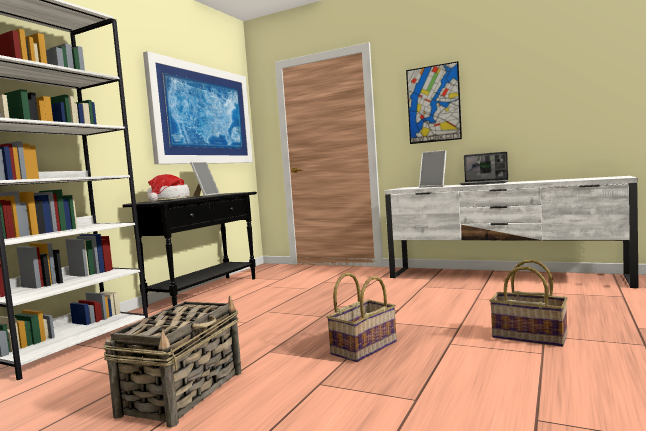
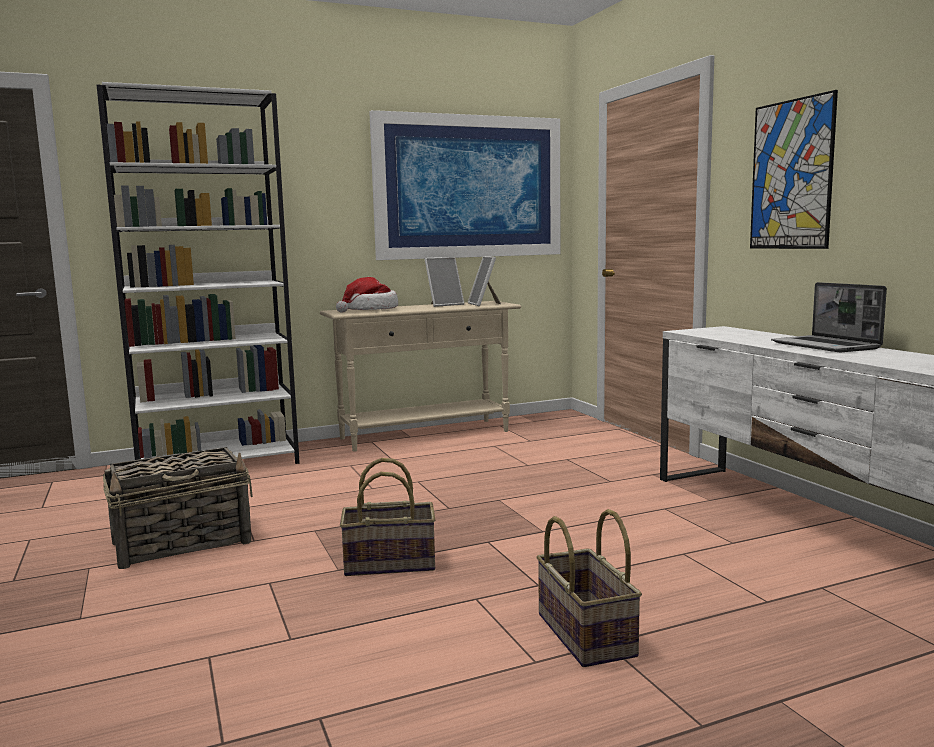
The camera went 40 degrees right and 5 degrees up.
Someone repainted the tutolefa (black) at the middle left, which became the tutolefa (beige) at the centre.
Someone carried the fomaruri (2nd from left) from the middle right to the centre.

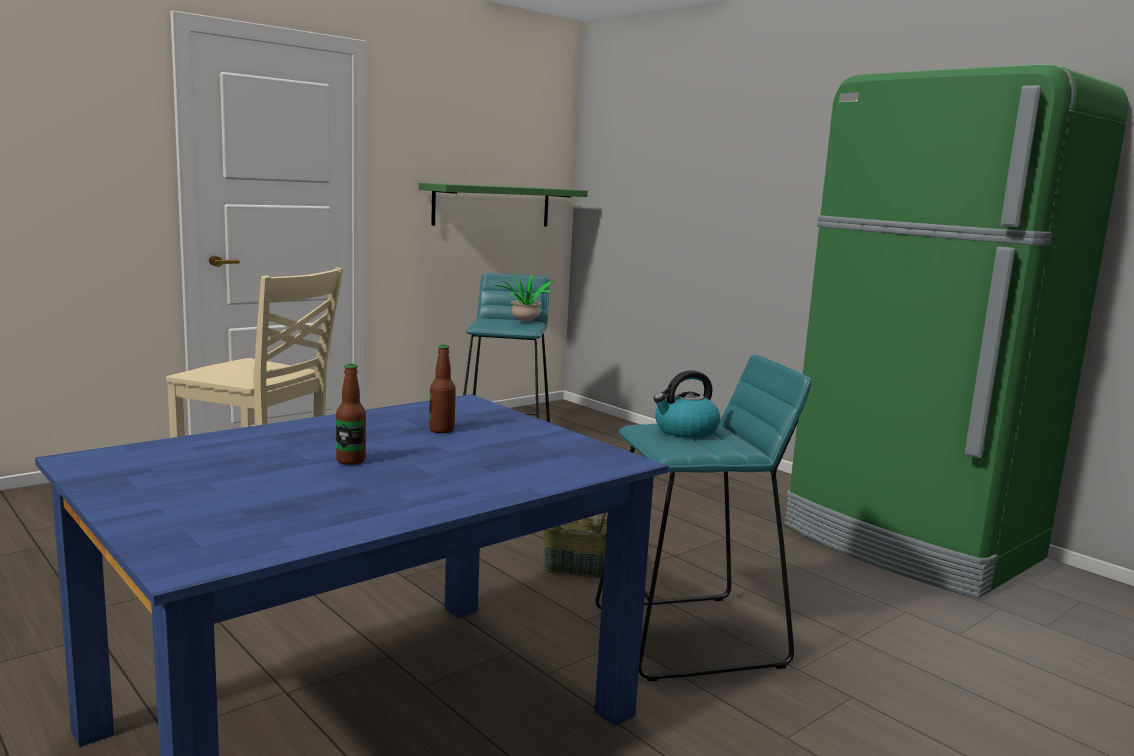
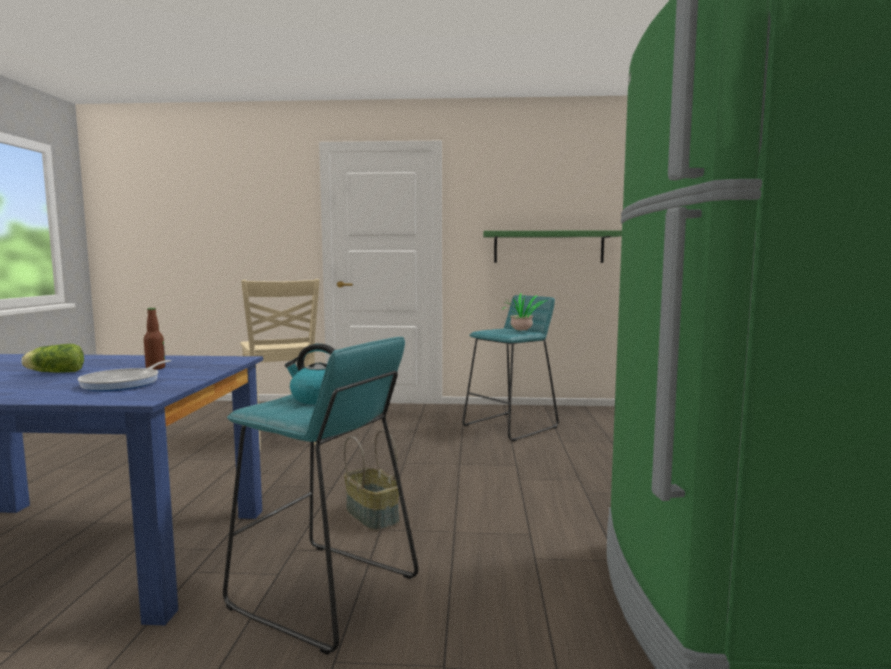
The camera went 45 degrees right and 5 degrees down.
Someone swapped the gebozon (1st from left) at the middle left for the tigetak at the middle left.
Someone put down the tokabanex at the middle left.

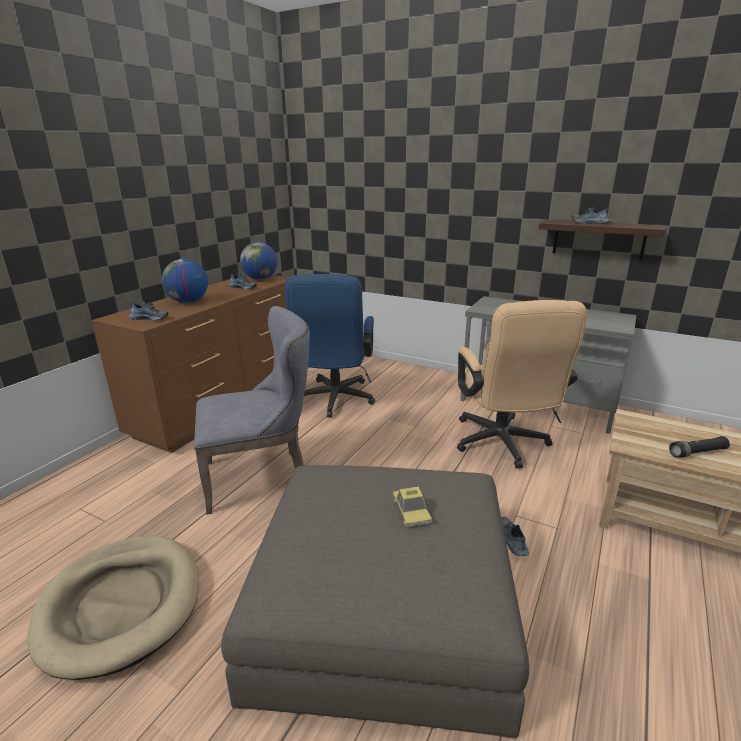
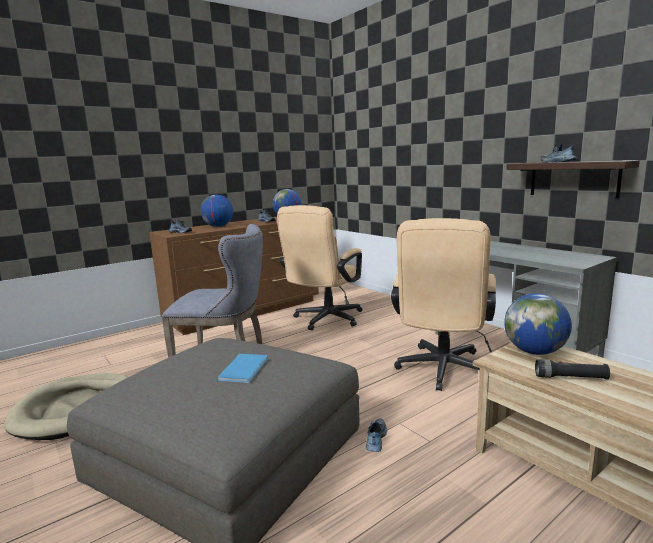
The camera went 25 degrees right and 10 degrees down.
Someone swapped the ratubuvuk at the bottom centre for the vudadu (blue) at the bottom centre.
Someone repainted the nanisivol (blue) at the centre, which became the nanisivol (beige) (1st from left) at the centre.
Someone put down the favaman (3rd from left) at the middle right.

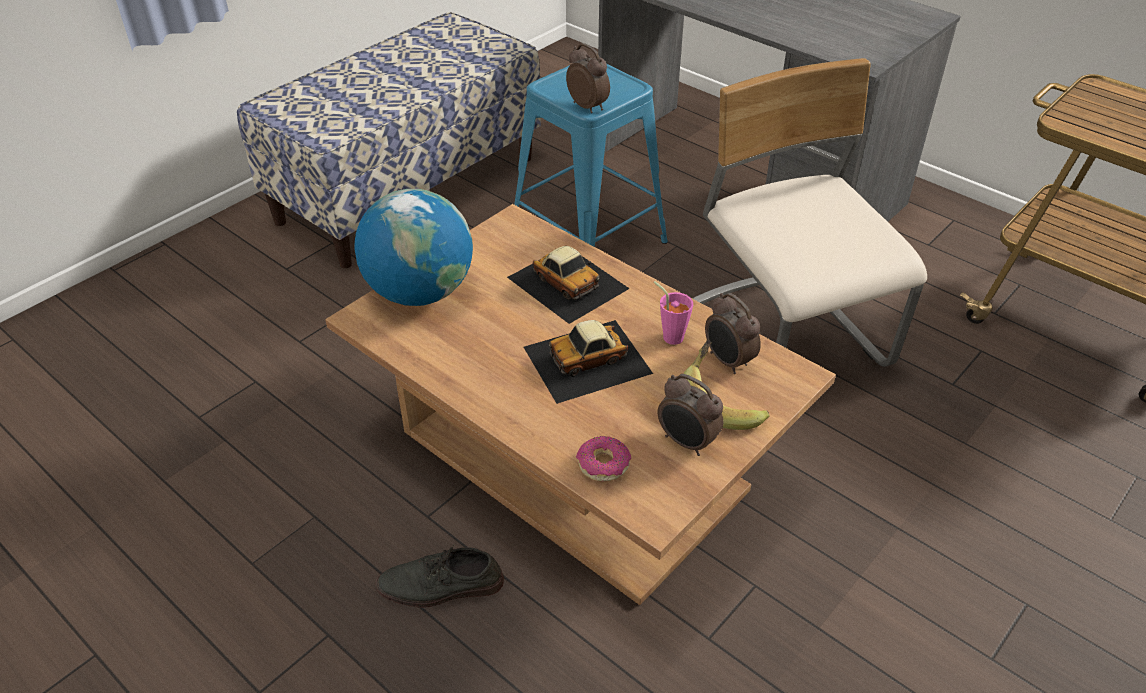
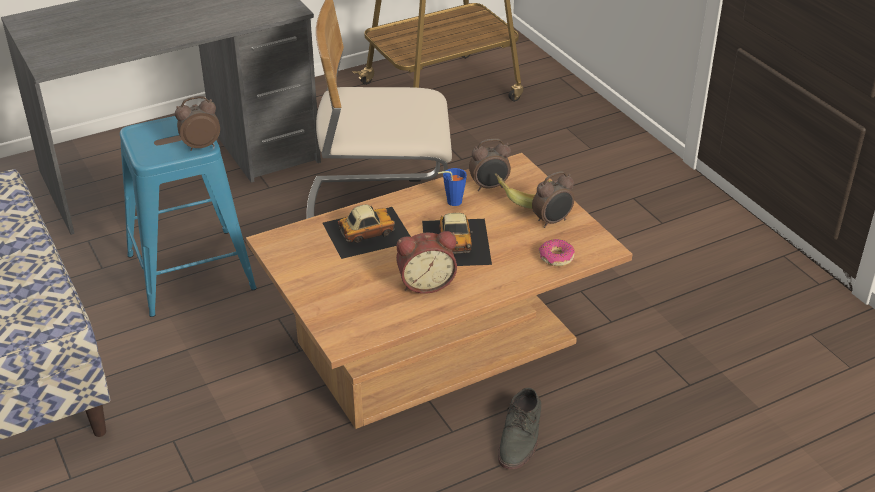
The camera went 70 degrees left and 5 degrees down.
Someone put down the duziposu (2nd from left) at the centre.
Someone repainted the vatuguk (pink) at the centre, which became the vatuguk (blue) at the centre.
Someone took away the favaman at the centre.

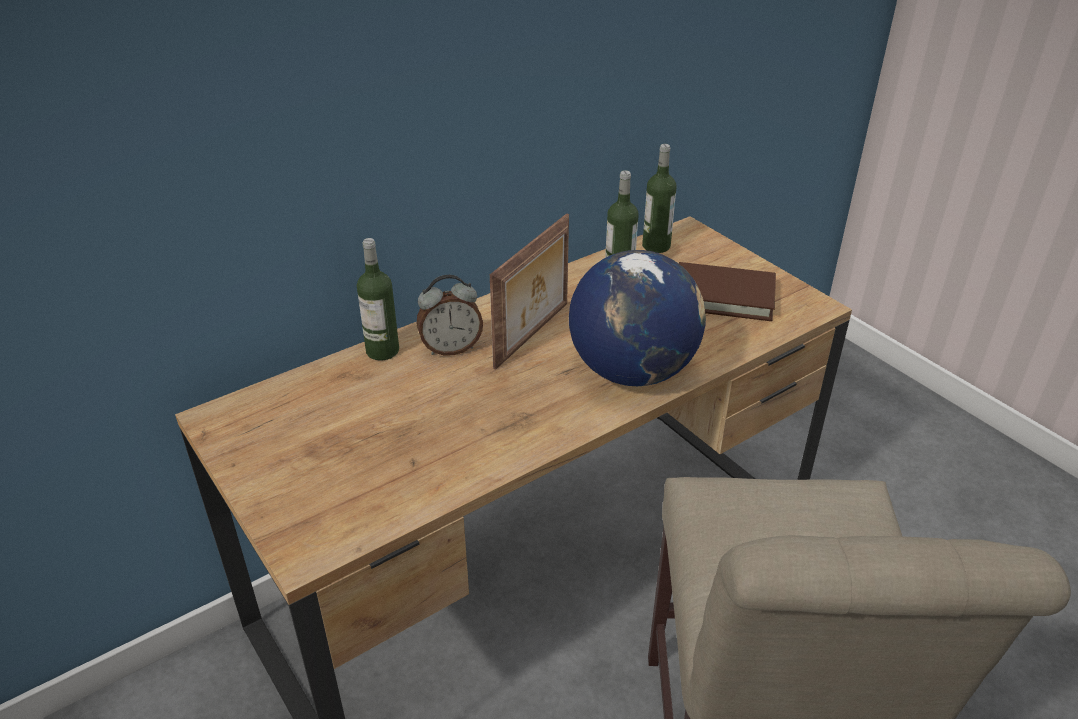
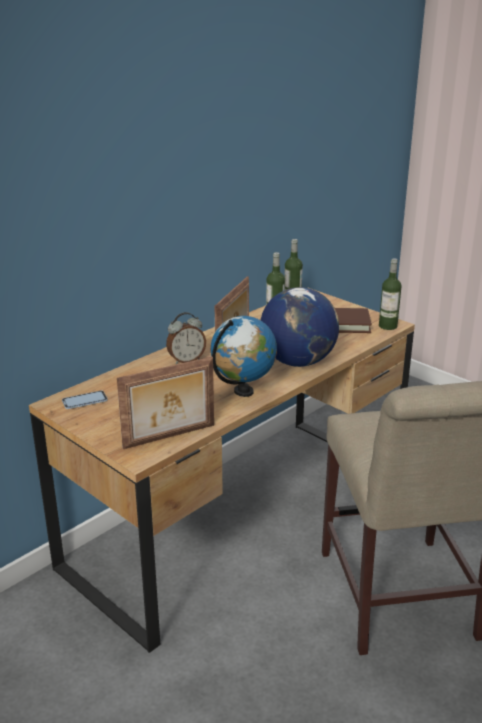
The camera went 10 degrees left and 10 degrees down.
Someone put down the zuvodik at the middle left.
Someone put down the fomaruri (1st from left) at the centre.
Someone put down the favaman (1st from left) at the centre.
Someone carried the gebozon (1st from left in the first image) from the centre to the middle right.

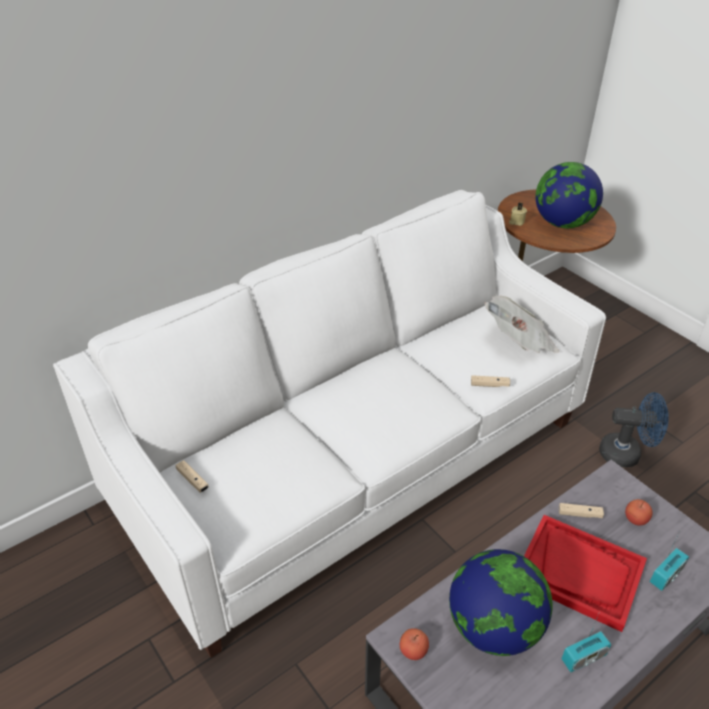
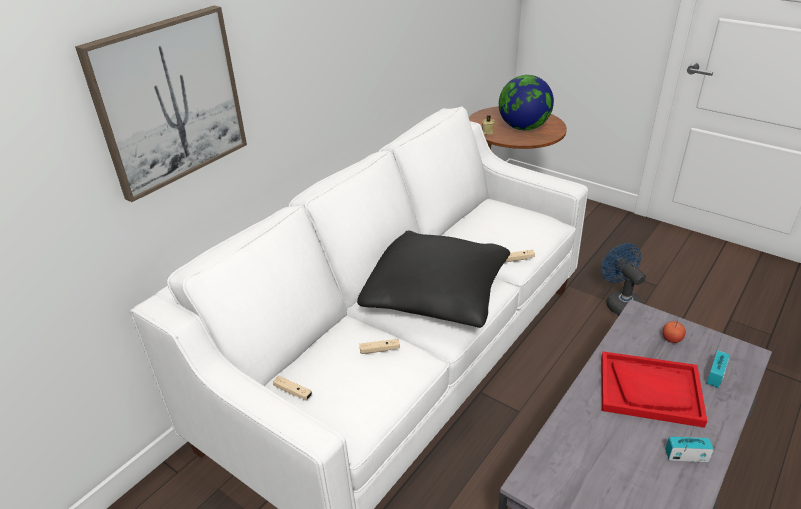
The camera went 15 degrees left and 5 degrees down.
Someone put up the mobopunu at the top left.
Someone put down the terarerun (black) at the centre.
Someone carried the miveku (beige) (3rd from left in the first image) from the bottom right to the bottom centre.
Someone rotated the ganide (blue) at the middle right by 105 degrees counterclockwise.
Someone rotated the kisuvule (1st from left) at the bottom right by 135 degrees counterclockwise.
Someone took away the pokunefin (1st from left) at the bottom centre.
Someone took away the favaman (1st from left) at the bottom right.
Someone took away the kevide at the middle right.

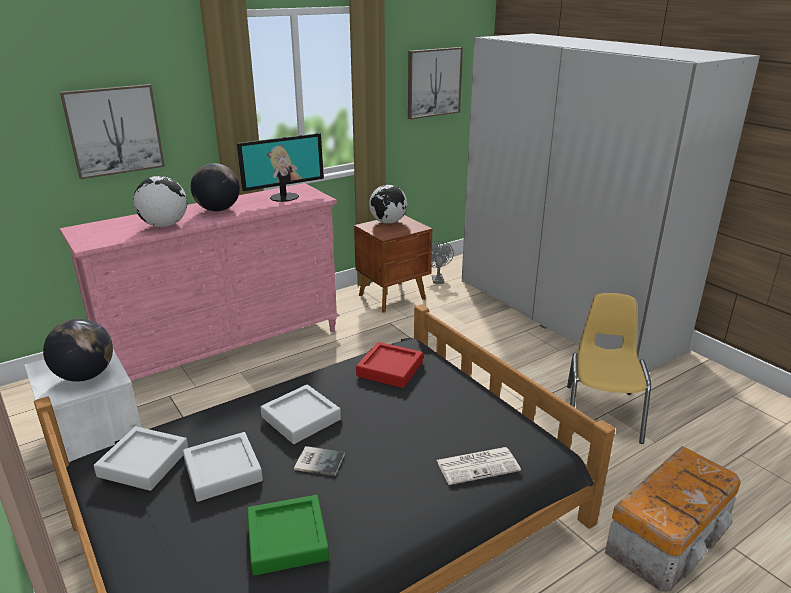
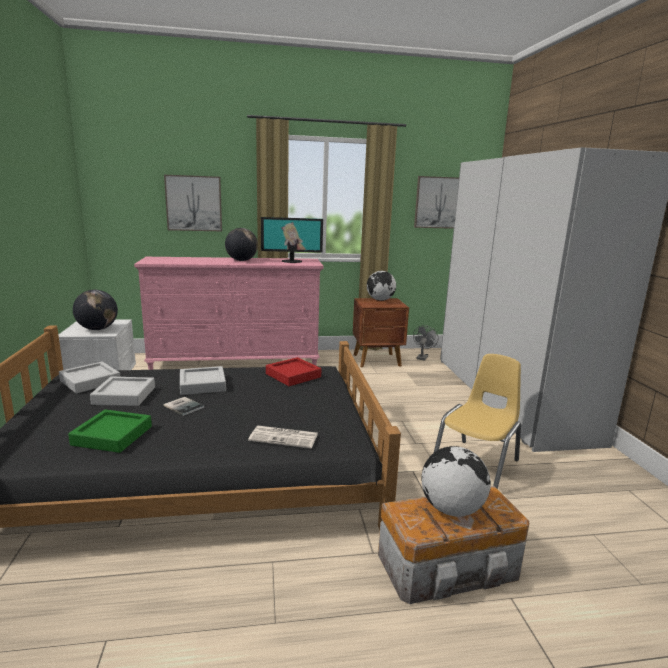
The camera went 25 degrees right and 10 degrees down.
Someone carried the favaman (2nd from left in the first image) from the middle left to the bottom right.

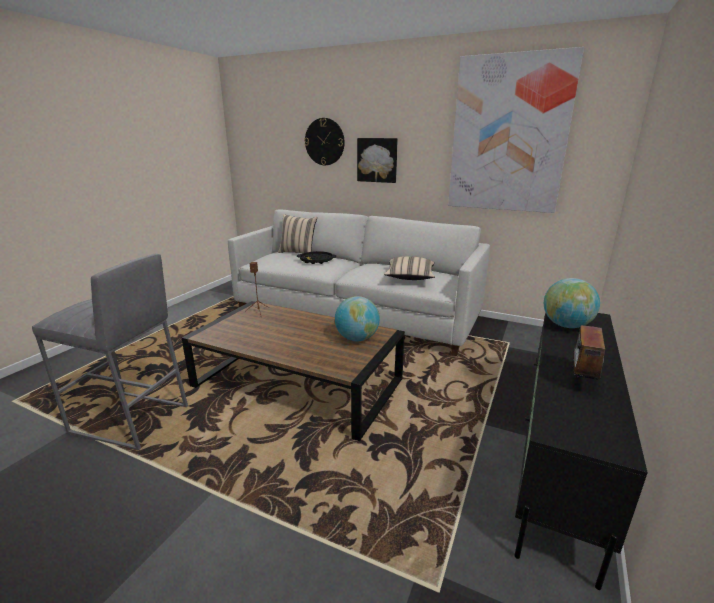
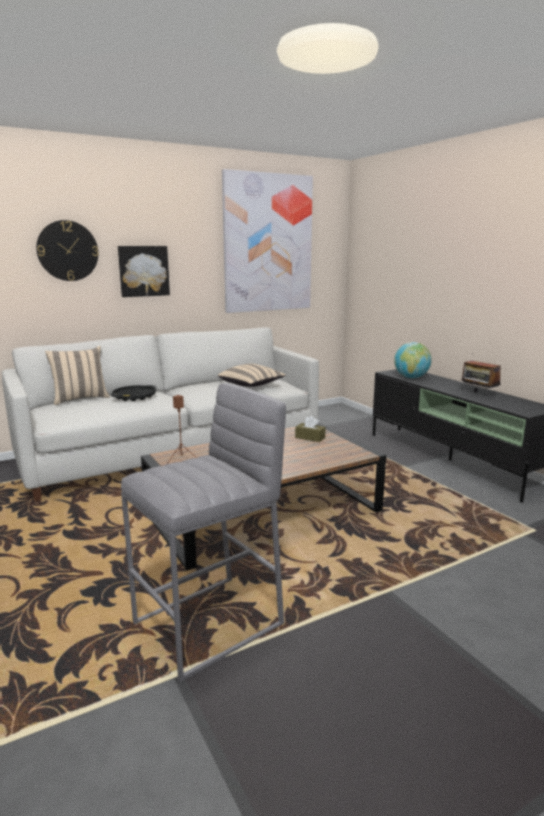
The camera went 55 degrees left and 5 degrees down.
Someone swapped the favaman (1st from left) at the centre for the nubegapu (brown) at the centre.

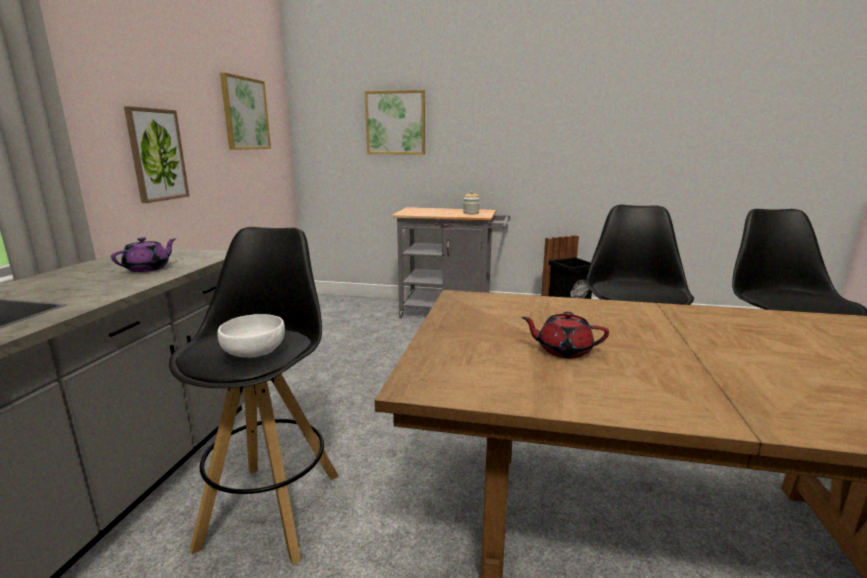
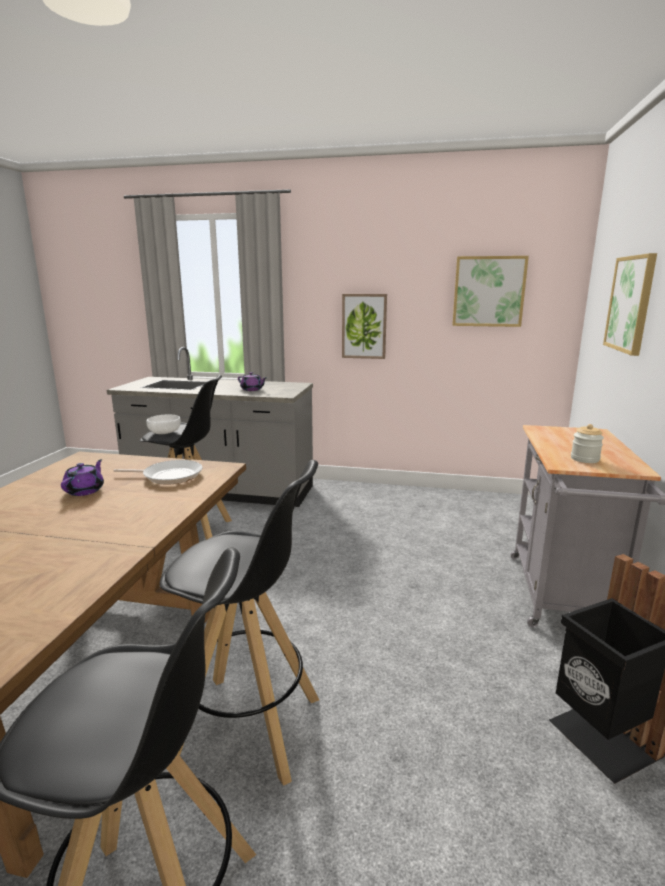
The camera went 90 degrees right and 0 degrees up.
Someone repainted the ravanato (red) at the centre, which became the ravanato (purple) (1st from left) at the middle left.
Someone put down the tokabanex at the middle left.

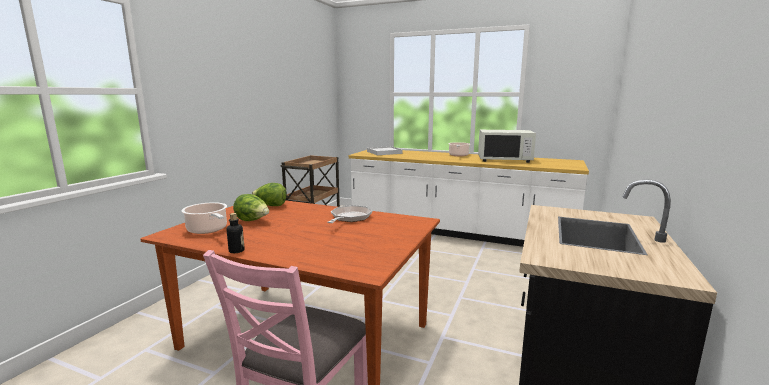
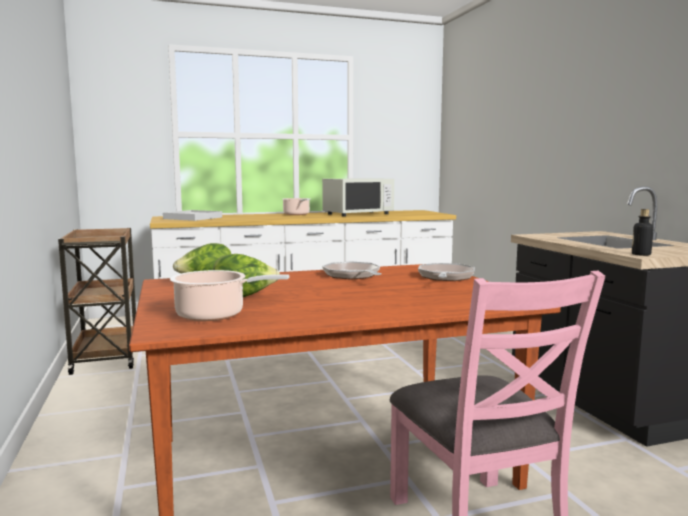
The camera went 40 degrees left and 5 degrees down.
Someone put down the tokabanex (2nd from left) at the centre.
Someone carried the gebozon from the middle left to the middle right.

